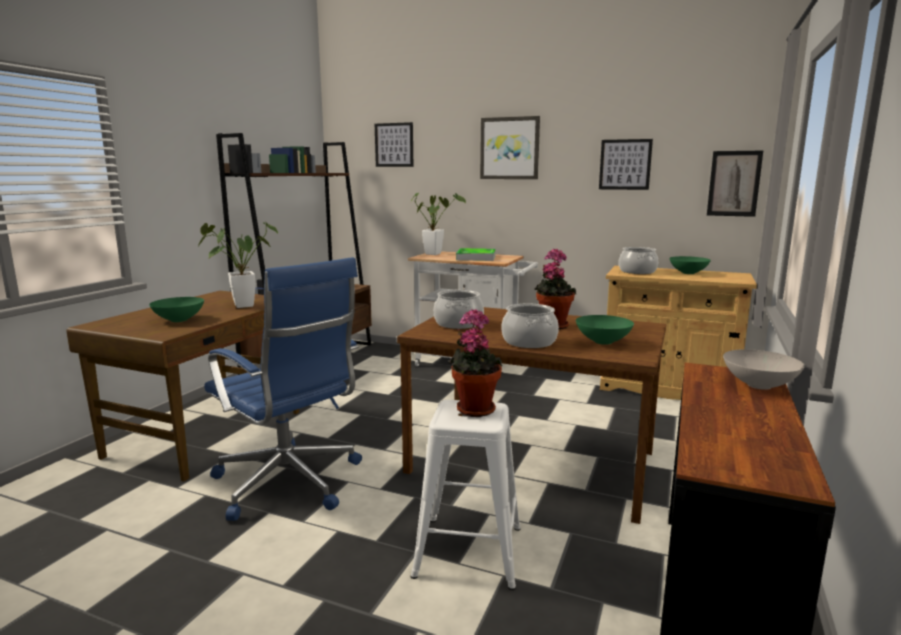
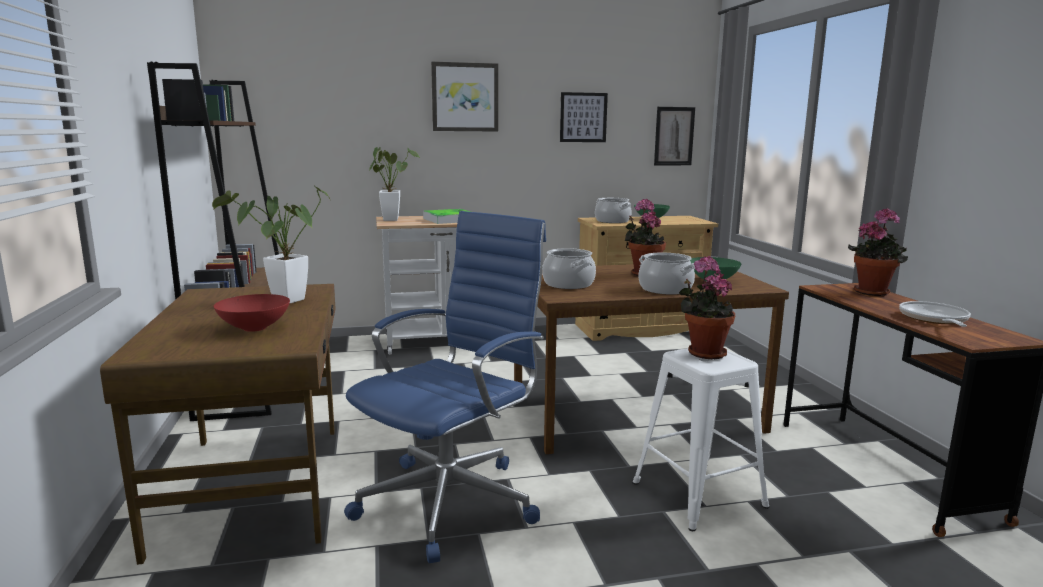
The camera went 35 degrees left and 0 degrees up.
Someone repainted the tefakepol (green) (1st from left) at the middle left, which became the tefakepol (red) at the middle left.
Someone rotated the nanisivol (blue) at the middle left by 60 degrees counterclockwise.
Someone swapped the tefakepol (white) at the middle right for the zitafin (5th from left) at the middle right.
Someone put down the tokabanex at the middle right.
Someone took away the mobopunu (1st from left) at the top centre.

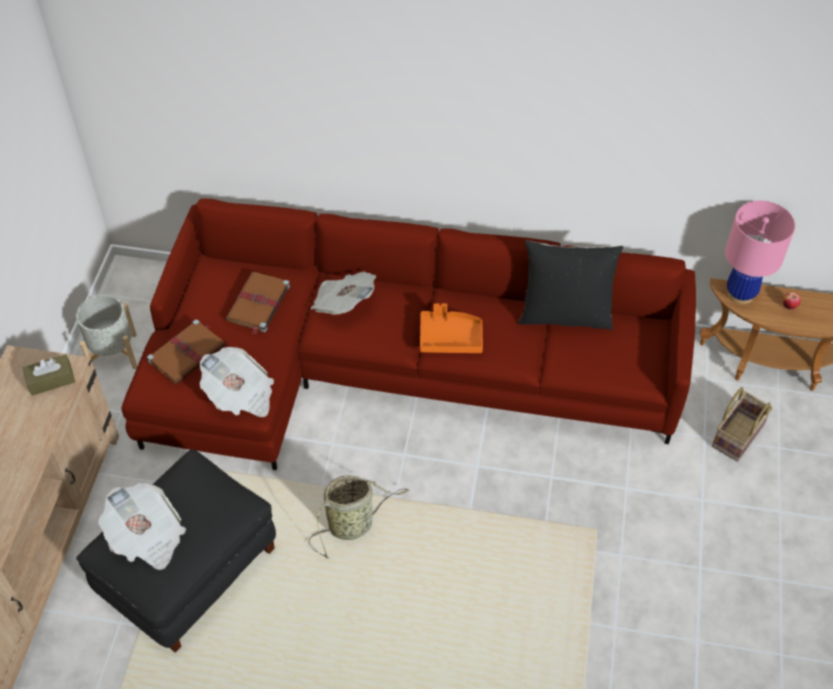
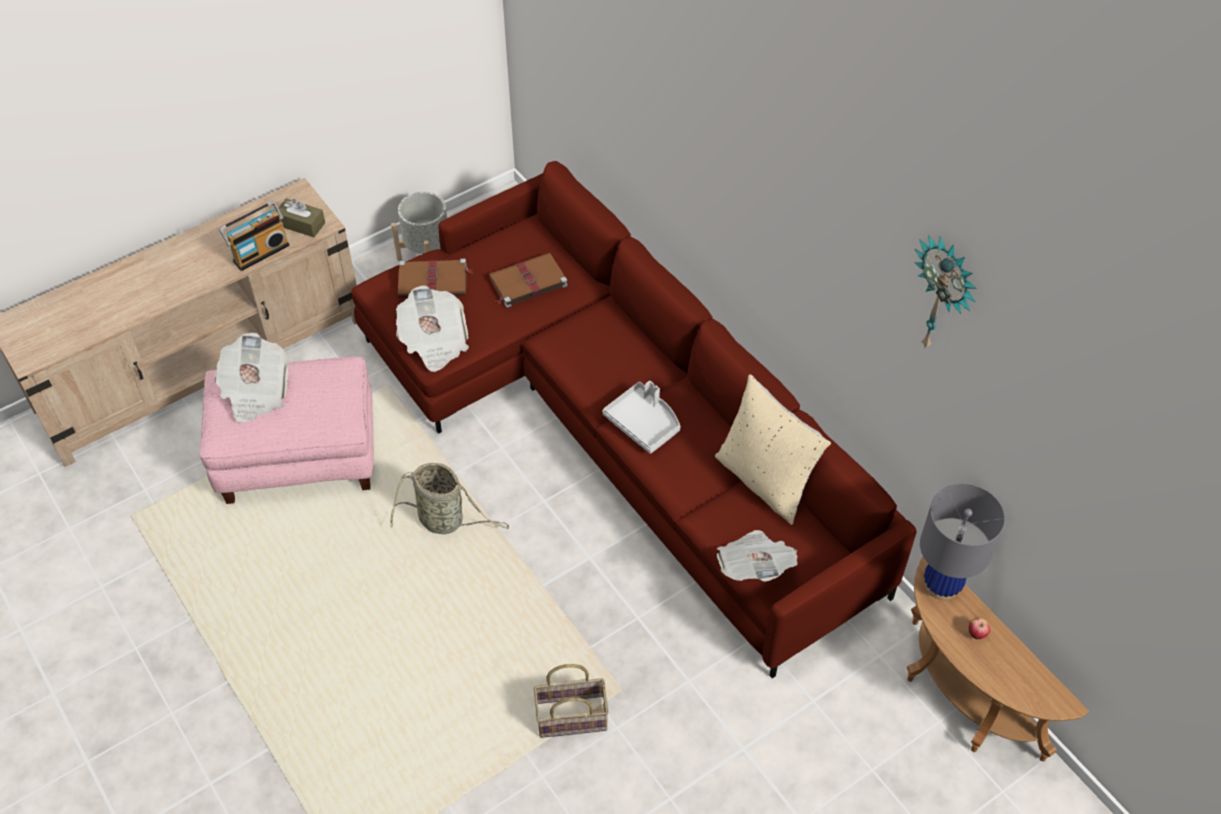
The camera went 45 degrees right and 0 degrees up.
Someone repainted the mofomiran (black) at the bottom left, which became the mofomiran (pink) at the middle left.
Someone put down the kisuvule at the top left.
Someone carried the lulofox (2nd from left) from the middle right to the bottom centre.
Someone repainted the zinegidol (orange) at the centre, which became the zinegidol (grey) at the centre.
Someone repainted the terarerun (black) at the middle right, which became the terarerun (beige) at the centre.
Someone carried the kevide (3rd from left) from the centre to the bottom centre.
Someone put up the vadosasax at the middle right.
Someone repainted the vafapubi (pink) at the middle right, which became the vafapubi (grey) at the middle right.

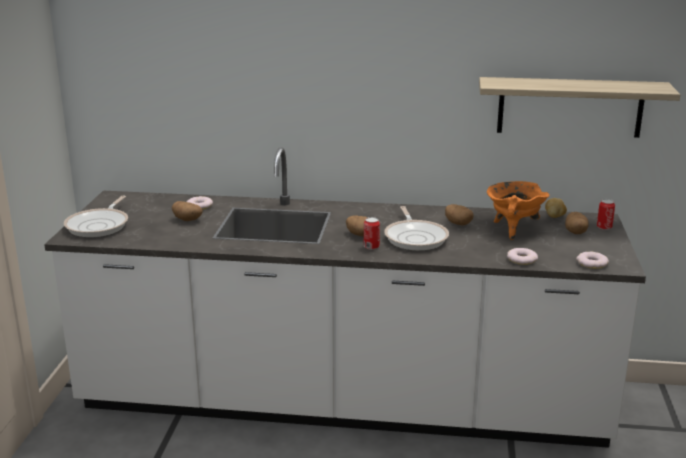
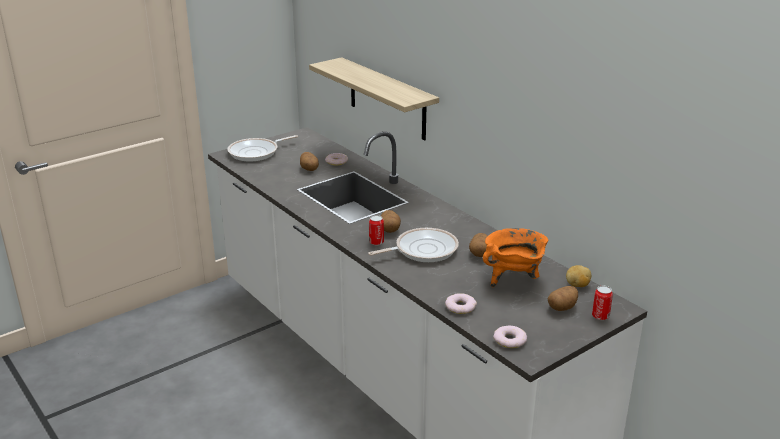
The camera went 45 degrees right and 5 degrees up.
Someone carried the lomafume from the top right to the top centre.
Someone rotated the tokabanex (2nd from left) at the centre by 150 degrees counterclockwise.

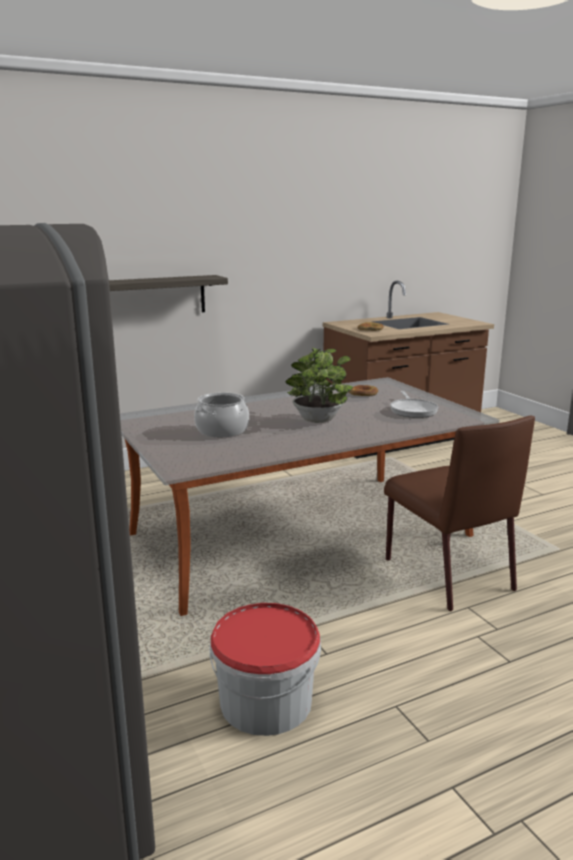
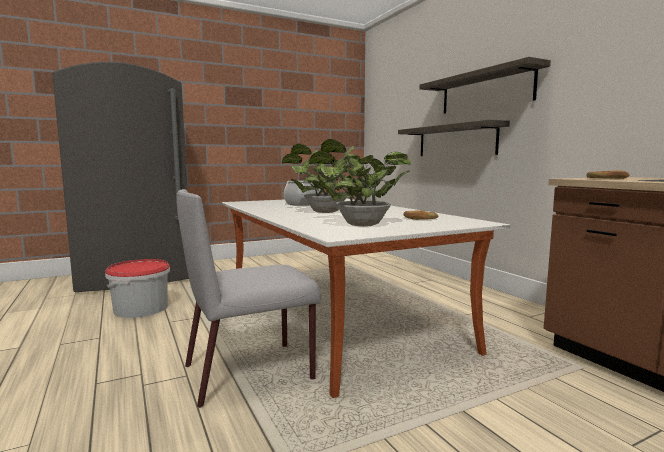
The camera went 90 degrees right and 10 degrees down.
Someone repainted the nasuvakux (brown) at the middle right, which became the nasuvakux (grey) at the centre.
Someone swapped the tokabanex at the middle right for the zitafin (2nd from left) at the centre.
Someone put up the lomafume (2nd from left) at the top right.

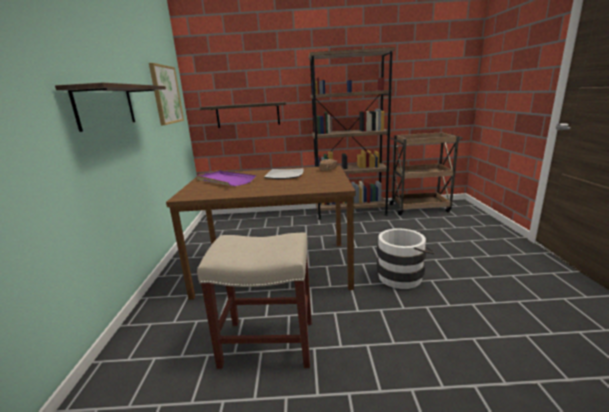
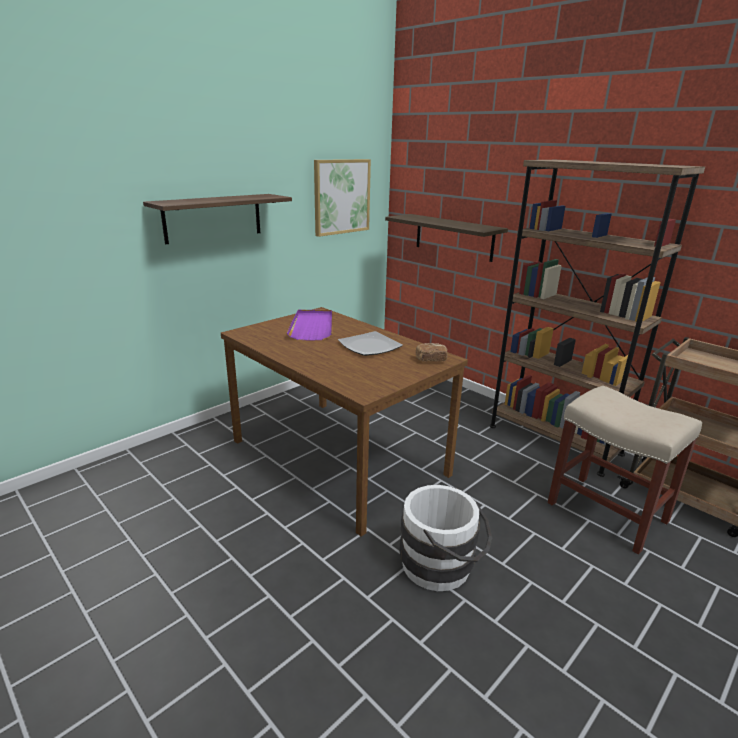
The camera went 45 degrees right and 5 degrees up.
Someone carried the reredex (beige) from the bottom centre to the middle right.

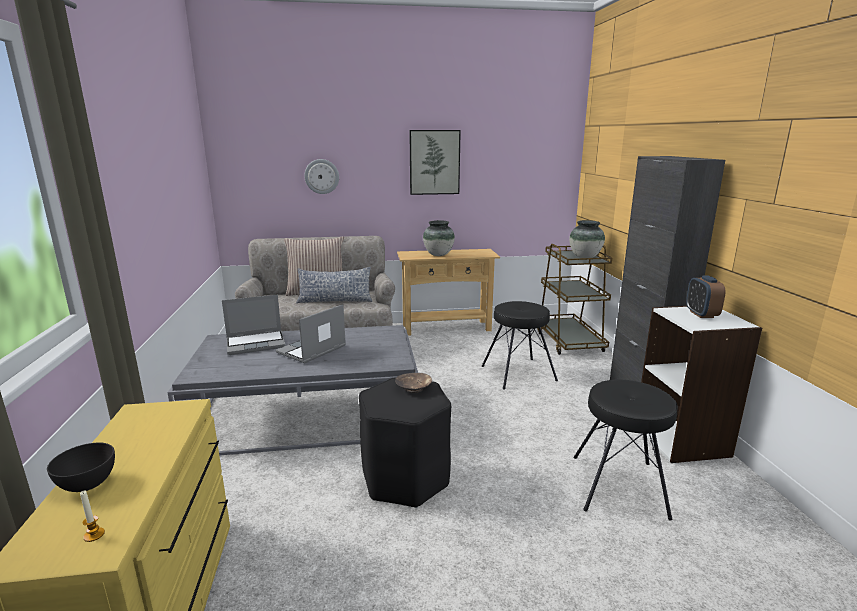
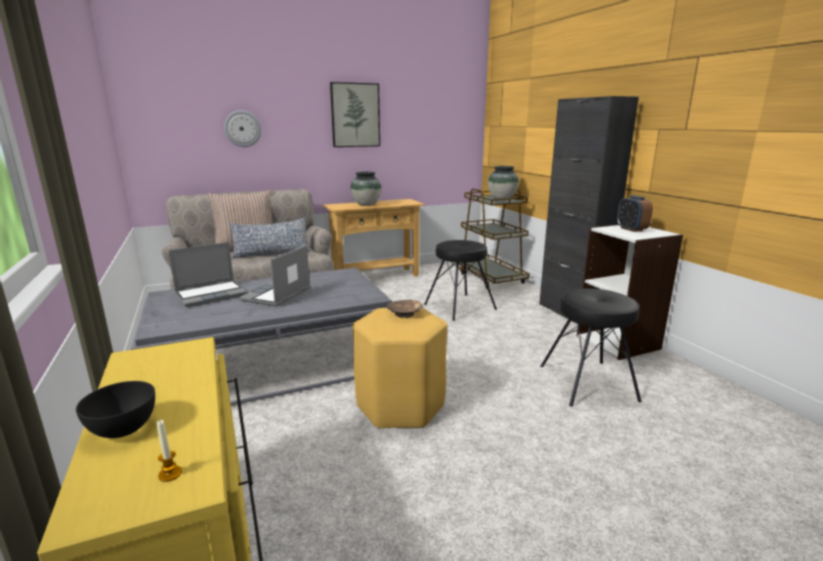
The camera went 15 degrees left and 0 degrees up.
Someone repainted the reredex (black) (1st from left) at the bottom centre, which became the reredex (yellow) at the centre.

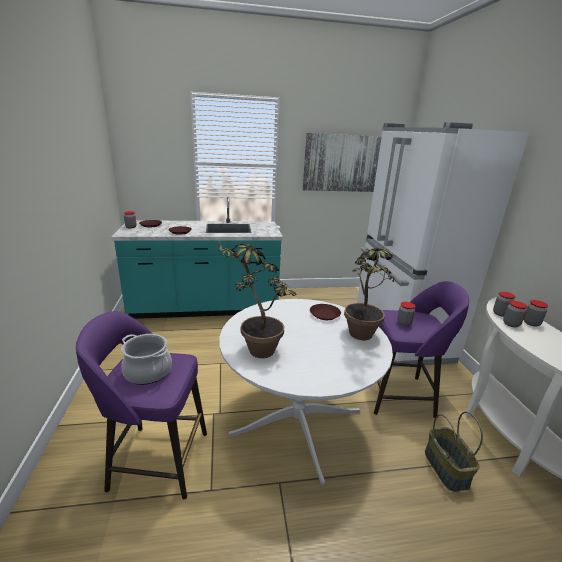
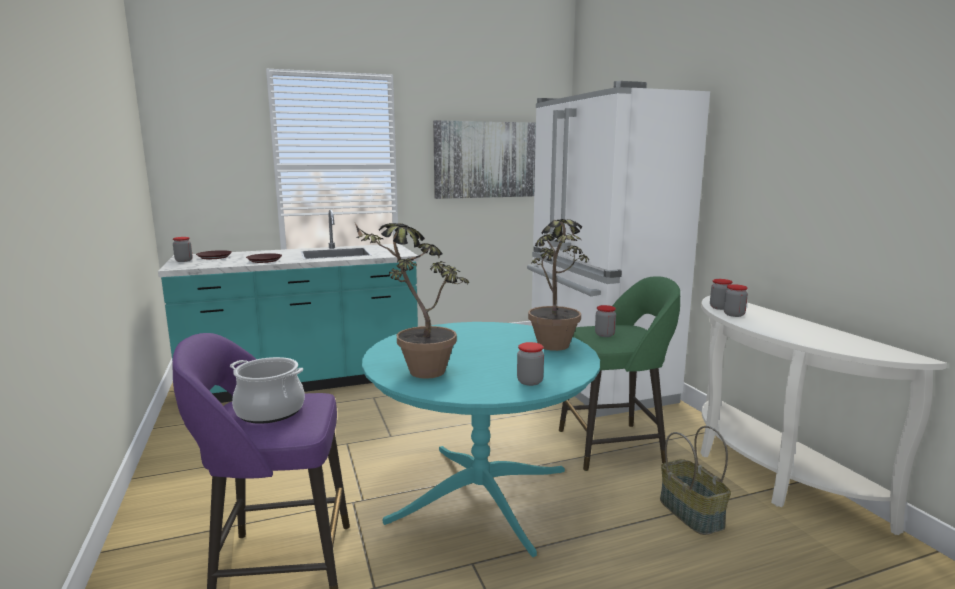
The camera went 10 degrees left and 10 degrees down.
Someone repainted the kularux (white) at the bottom centre, which became the kularux (turquoise) at the bottom centre.
Someone carried the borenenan (5th from left in the first image) from the middle right to the centre.
Someone repainted the reredex (purple) (2nd from left) at the middle right, which became the reredex (green) at the centre.
Someone took away the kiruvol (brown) (3rd from left) at the centre.

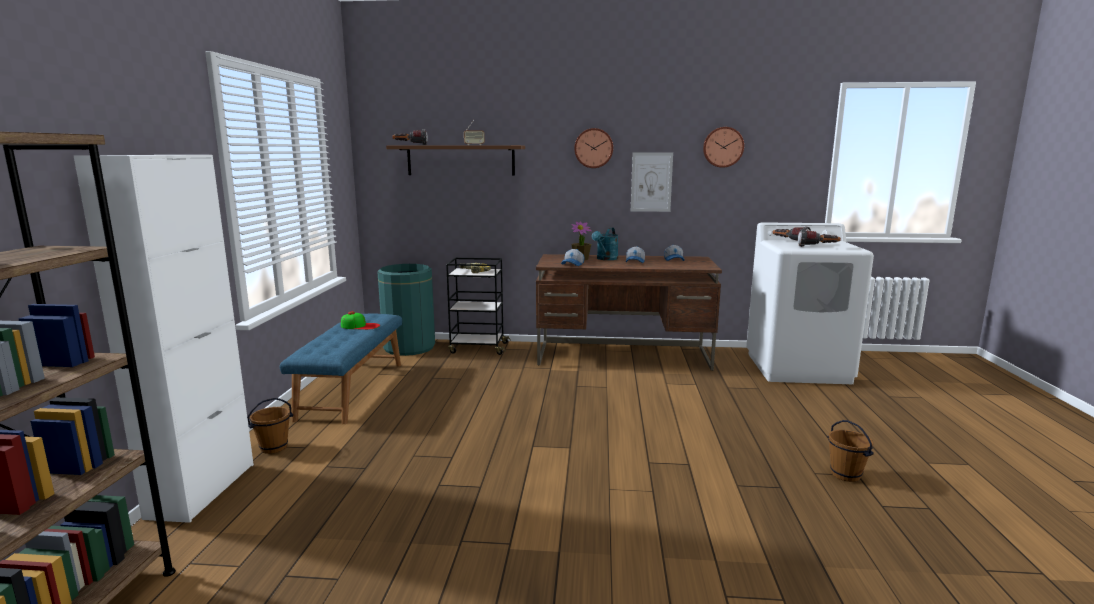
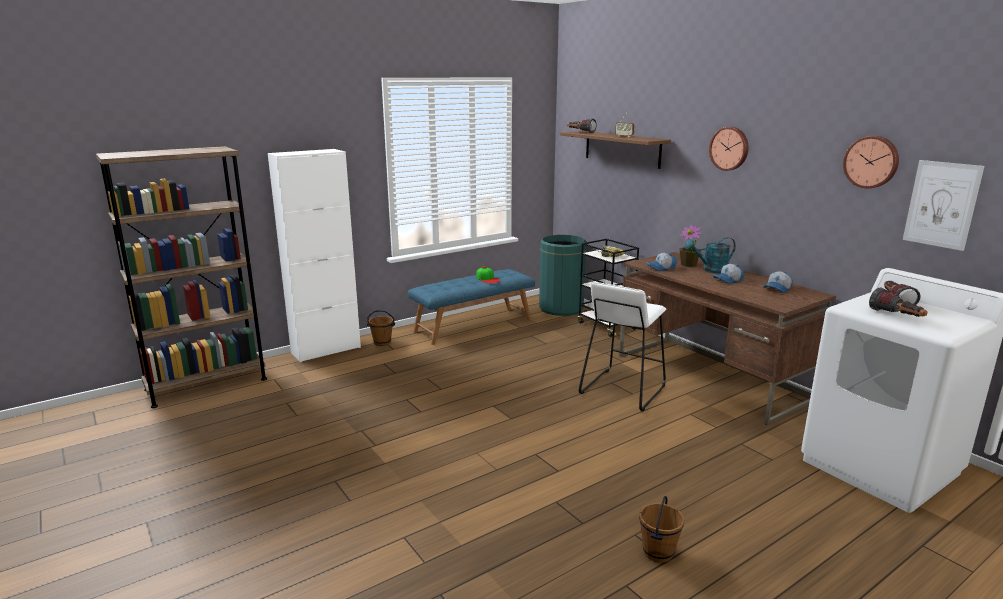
The camera went 50 degrees right and 5 degrees up.
Someone put down the reredex (white) at the centre.
Someone carried the mobopunu from the top centre to the middle right.

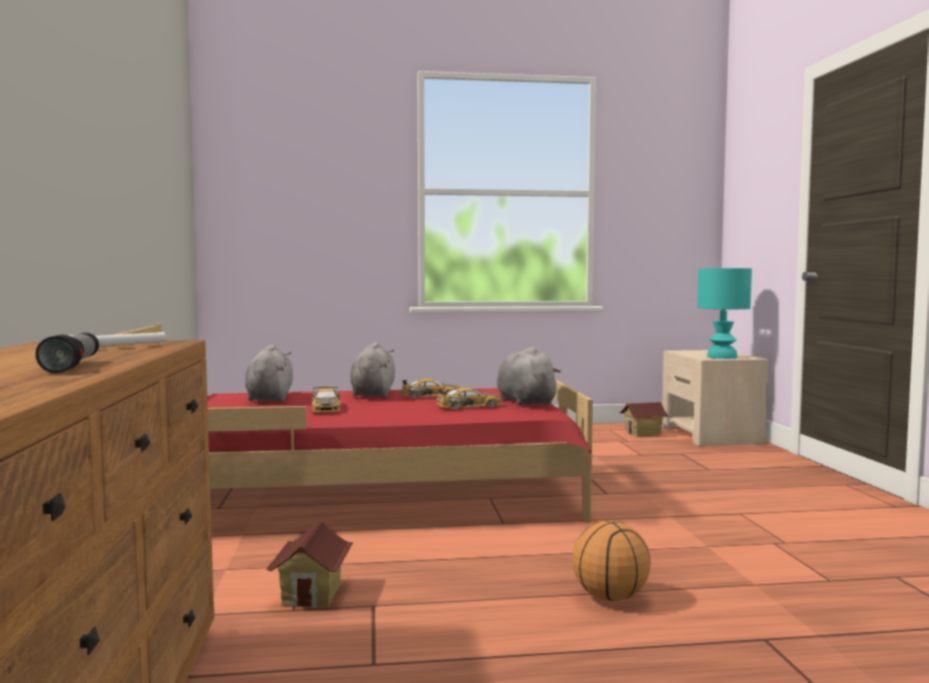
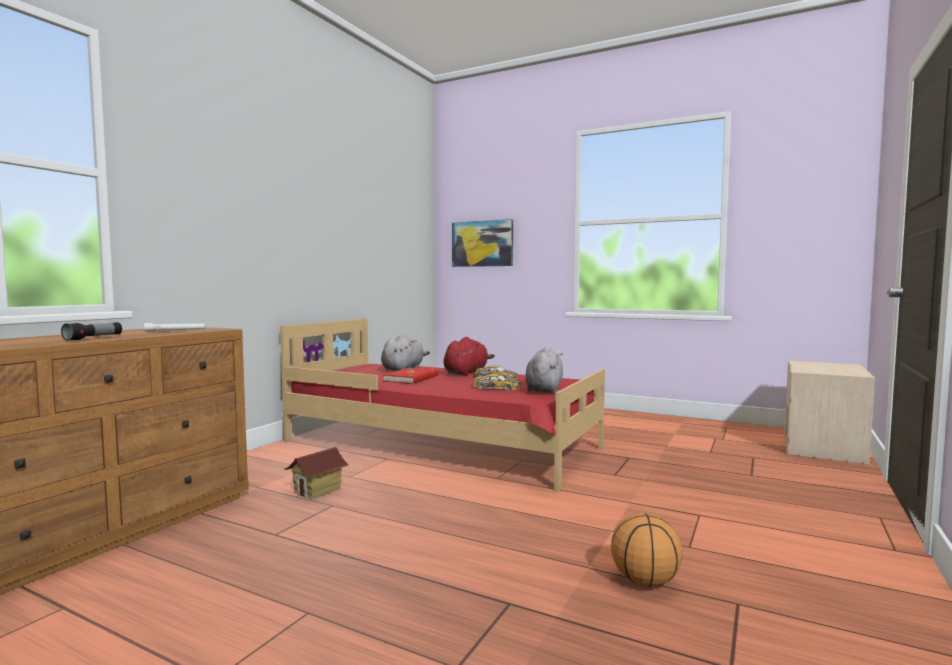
The camera went 35 degrees right and 0 degrees up.
Someone swapped the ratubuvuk (1st from left) at the centre for the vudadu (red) at the centre.
Someone repainted the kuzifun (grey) (2nd from left) at the centre, which became the kuzifun (red) at the centre.
Someone put up the mobopunu at the centre.
Someone carried the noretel from the bottom centre to the bottom right.
Someone took away the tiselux (2nd from left) at the middle right.
Someone took away the vafapubi (turquoise) at the middle right.

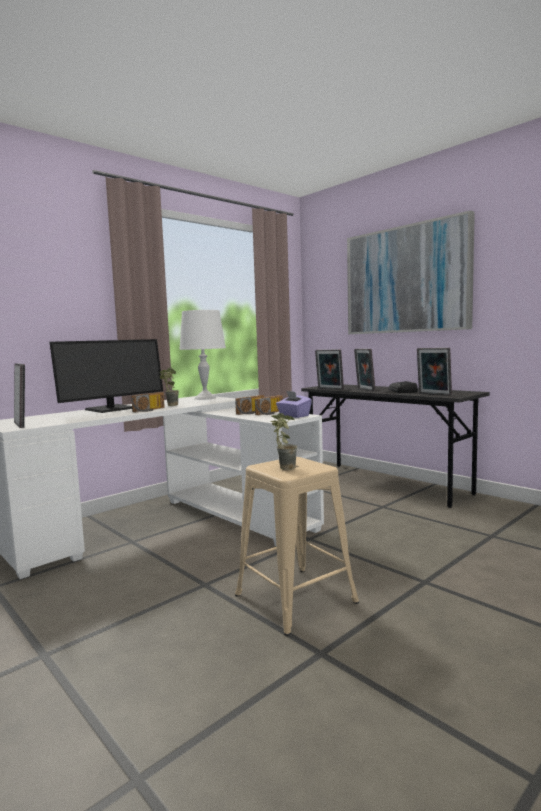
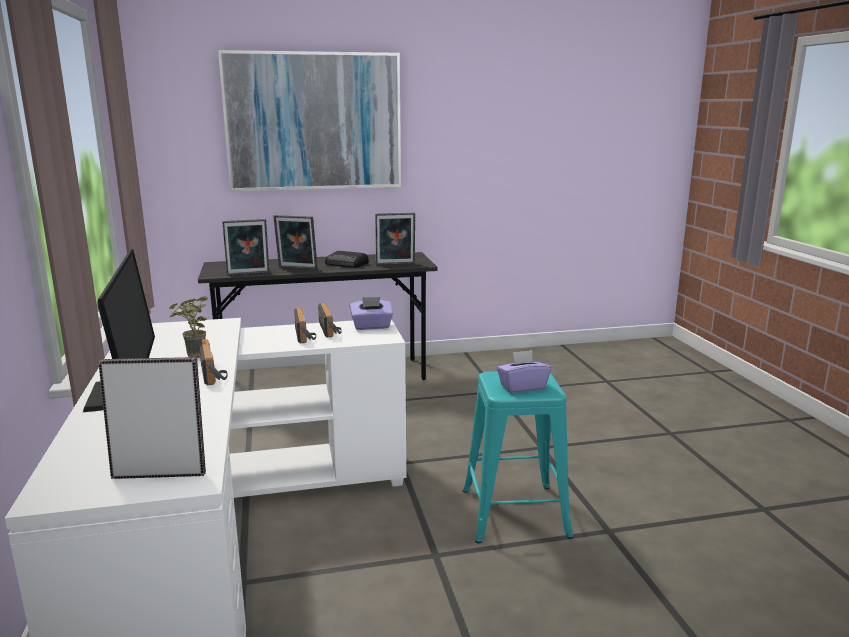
The camera went 60 degrees left and 10 degrees up.
Someone repainted the reredex (beige) at the bottom centre, which became the reredex (turquoise) at the bottom centre.
Someone swapped the zitafin (2nd from left) at the centre for the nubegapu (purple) (2nd from left) at the centre.
Someone took away the vafapubi (white) at the centre.

